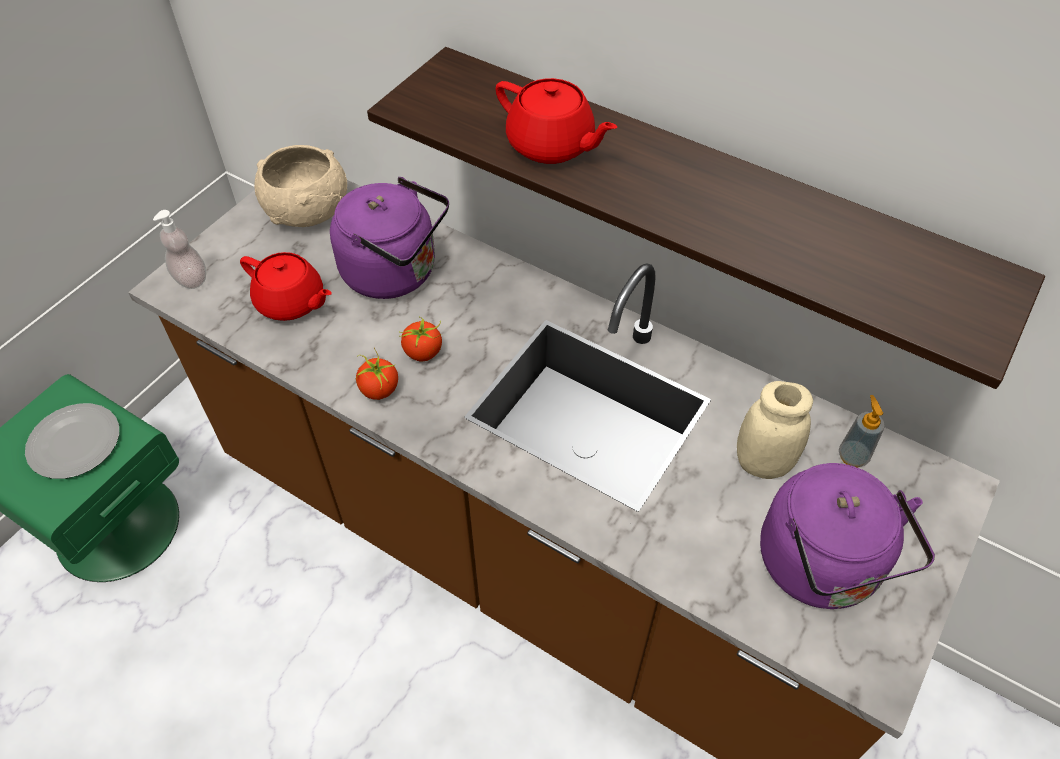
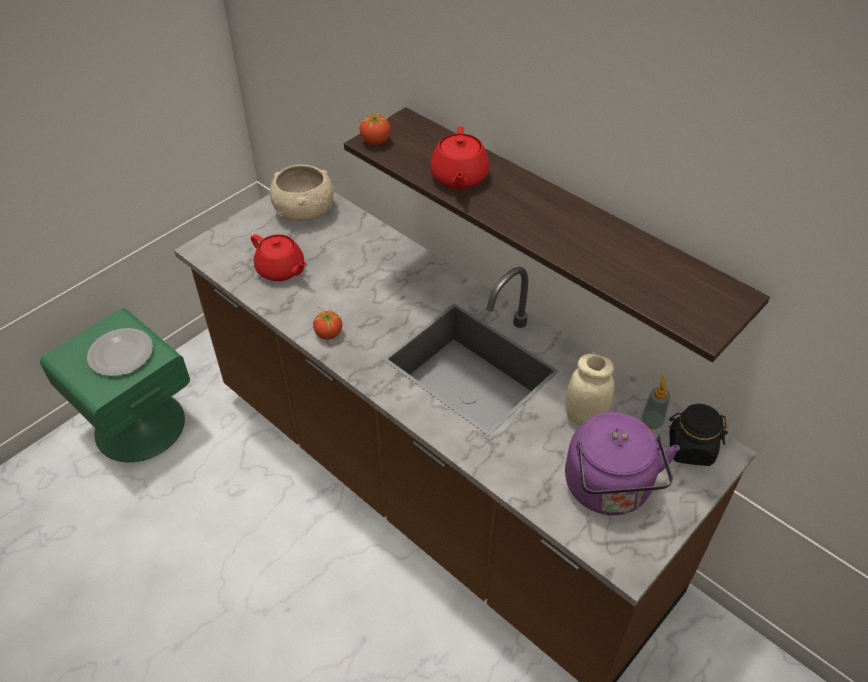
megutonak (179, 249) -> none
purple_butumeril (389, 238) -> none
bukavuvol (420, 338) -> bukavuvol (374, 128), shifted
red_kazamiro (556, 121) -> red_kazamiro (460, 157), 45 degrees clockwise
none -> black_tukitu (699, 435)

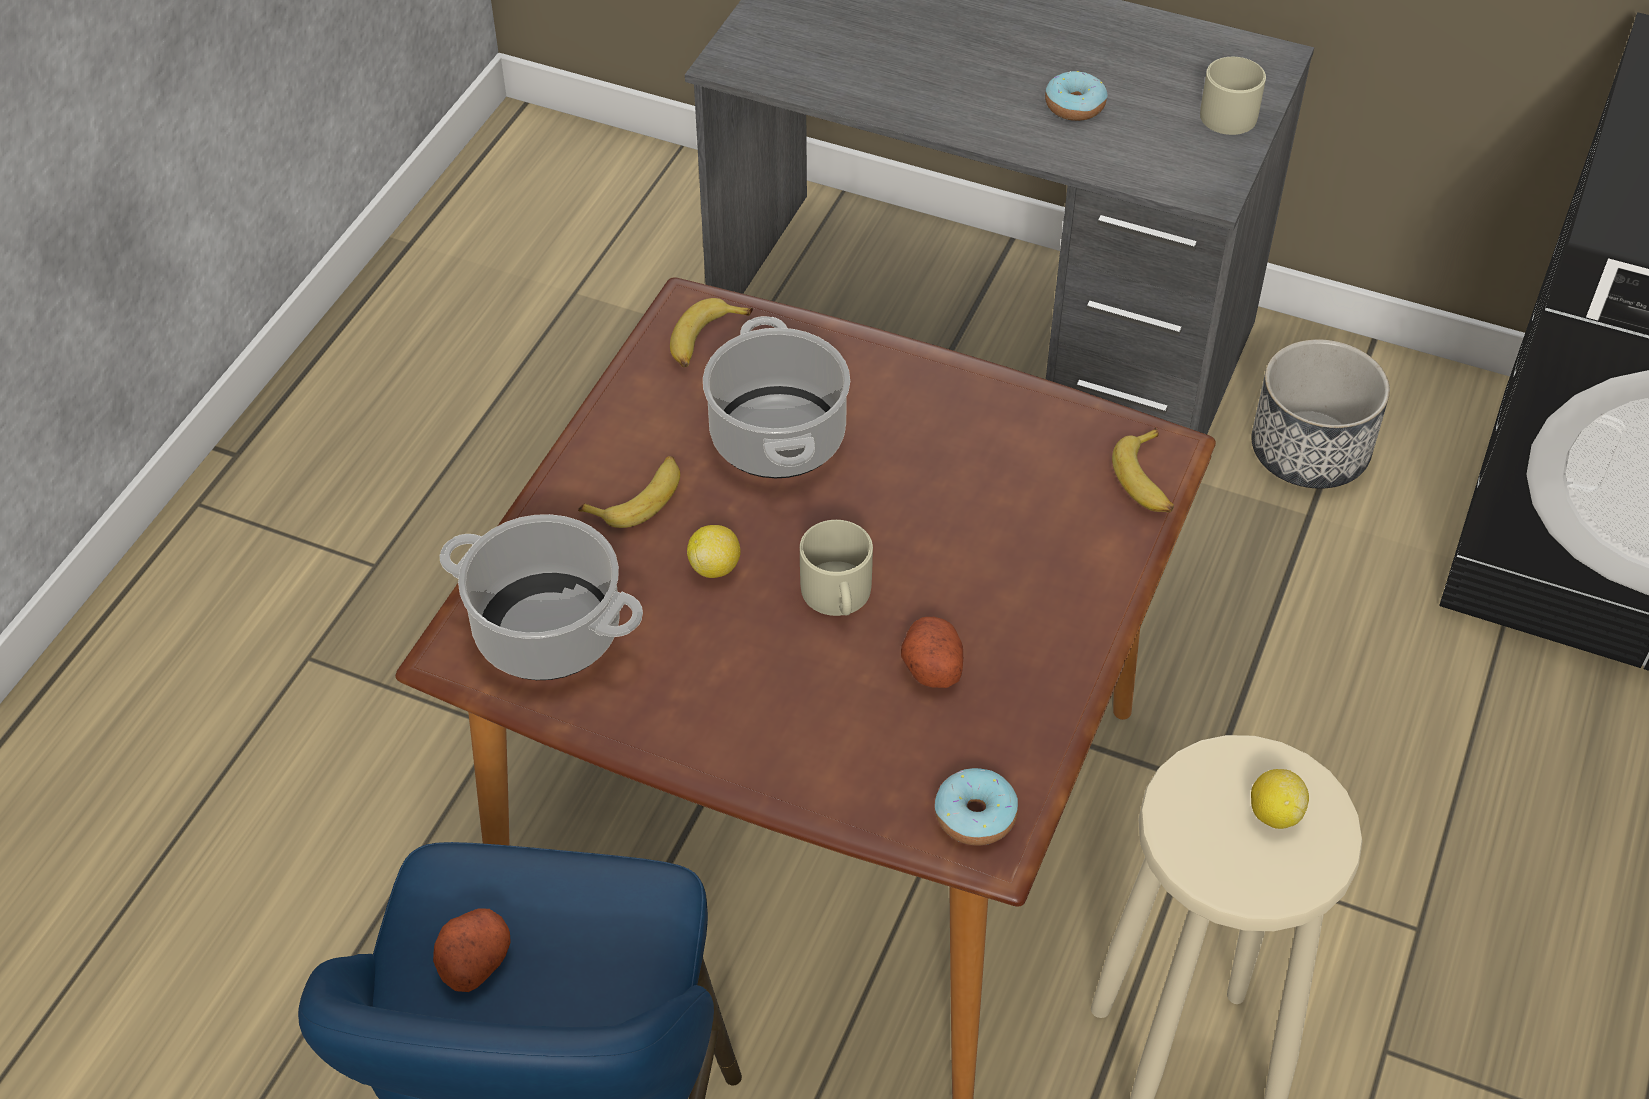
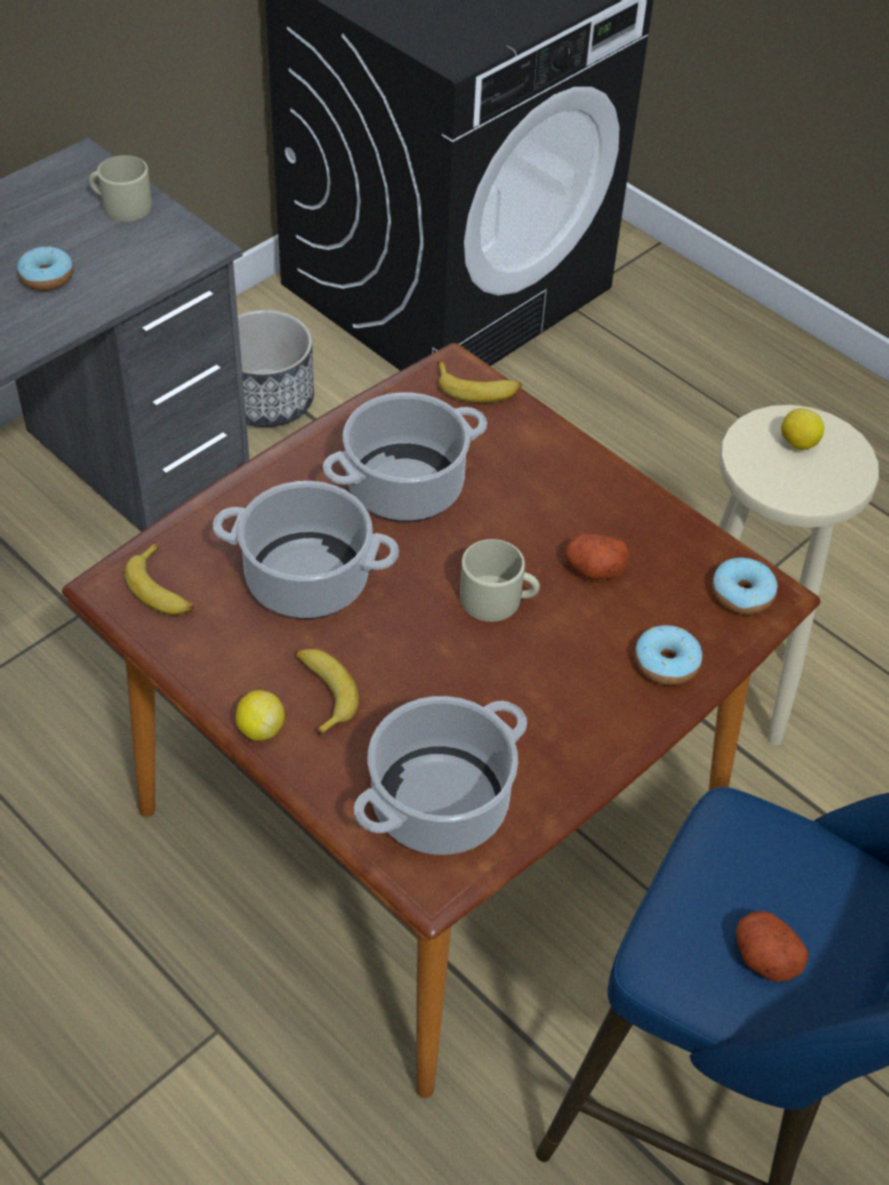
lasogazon (714, 551) -> lasogazon (260, 715), shifted
none -> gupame (405, 457)
none -> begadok (668, 655)

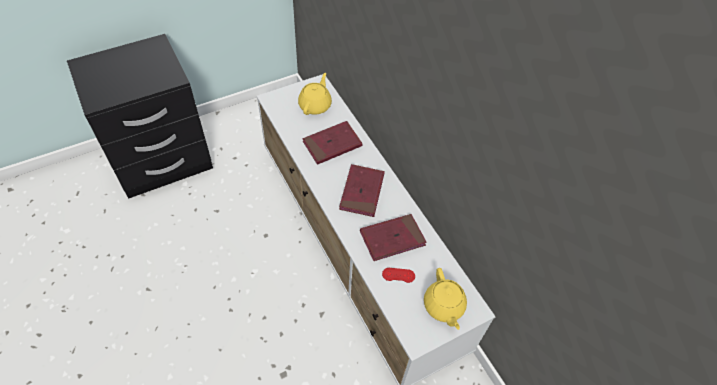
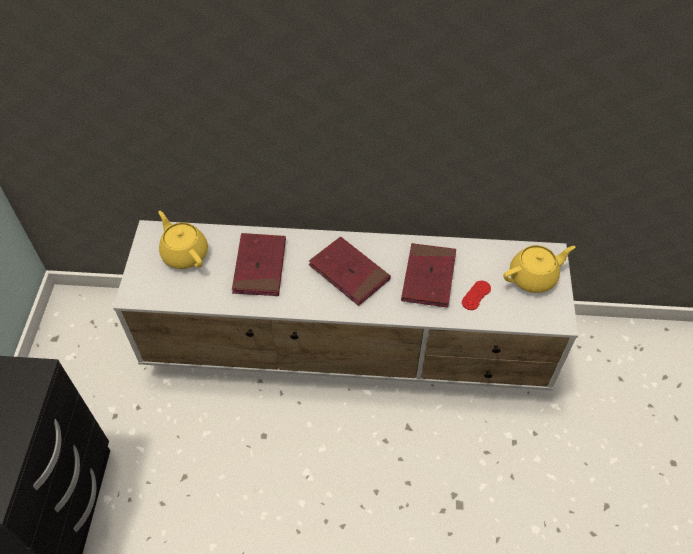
yellow_kazamiro (445, 299) -> yellow_kazamiro (539, 269), 45 degrees counterclockwise

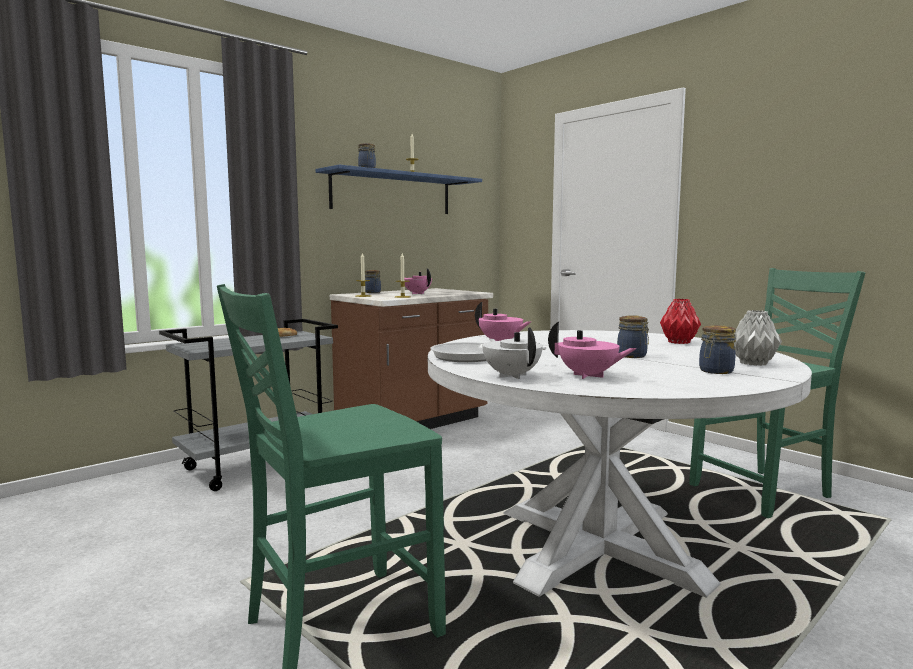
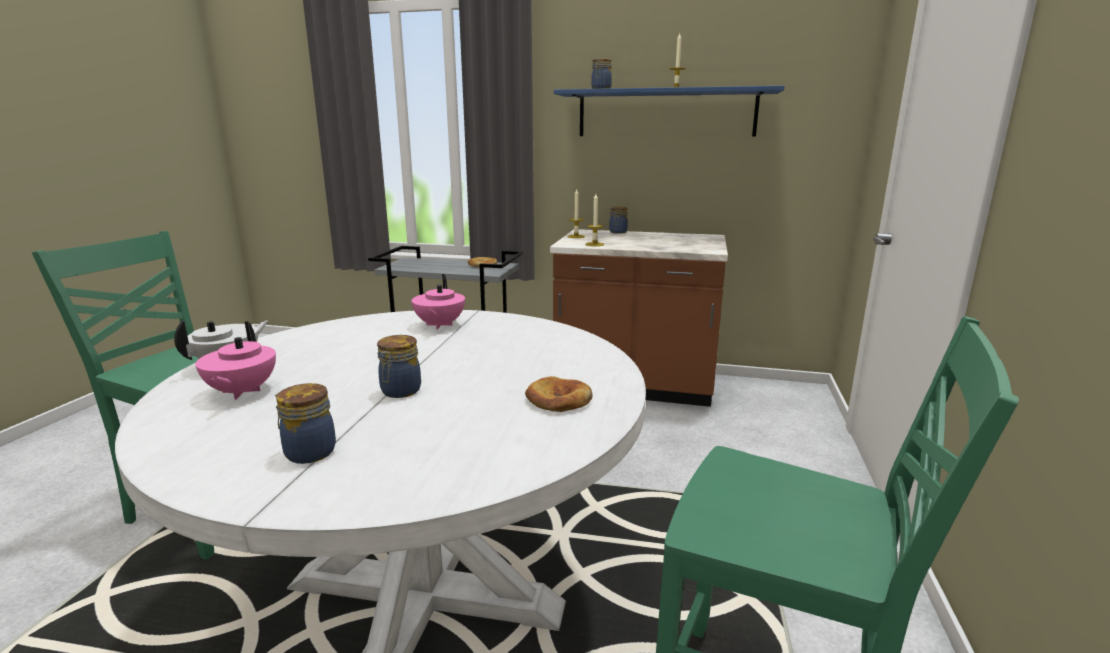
pink_kazamiro (418, 281) -> none
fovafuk (488, 352) -> none
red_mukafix (680, 321) -> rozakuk (558, 394)
grey_mukafix (758, 338) -> none

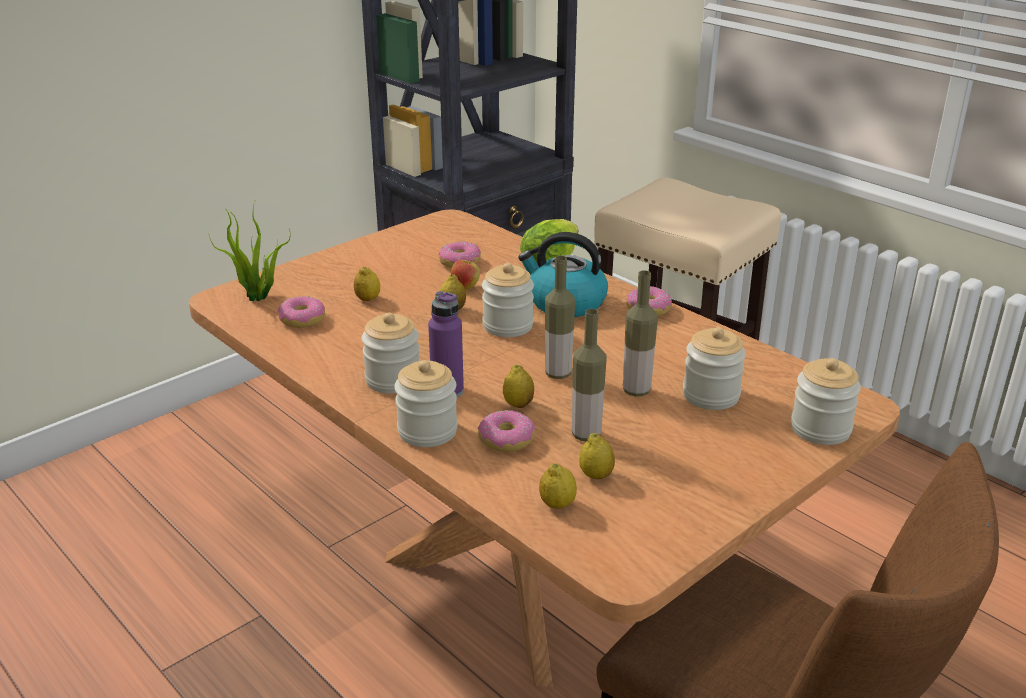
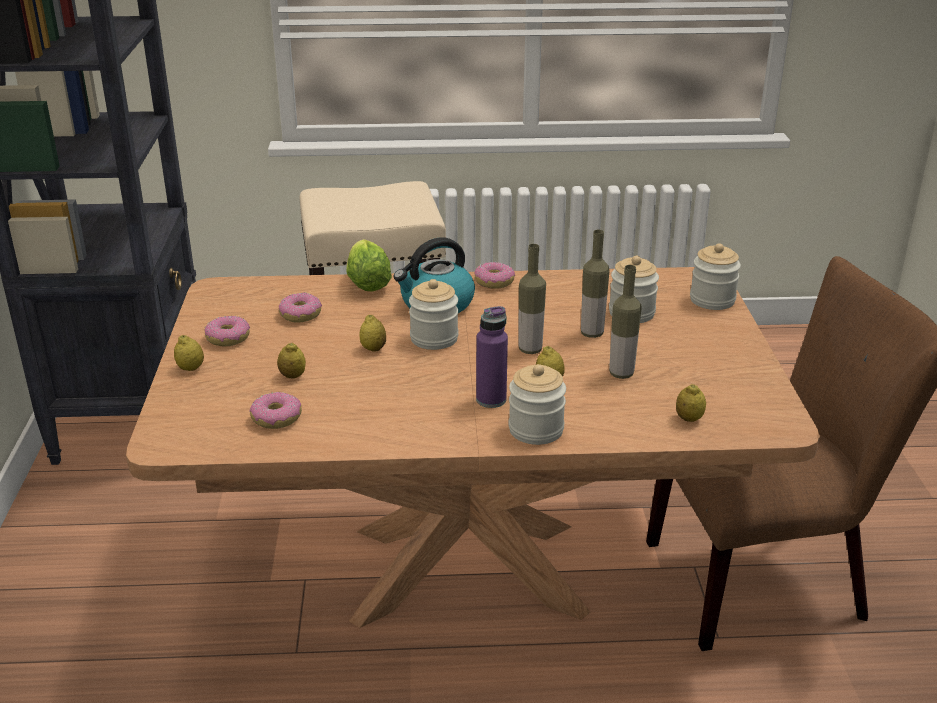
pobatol (249, 251) -> none
tukitu (390, 353) -> none
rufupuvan (465, 274) -> none
begadok (506, 431) -> begadok (227, 331), shifted
lasogazon (597, 456) -> lasogazon (189, 353), shifted

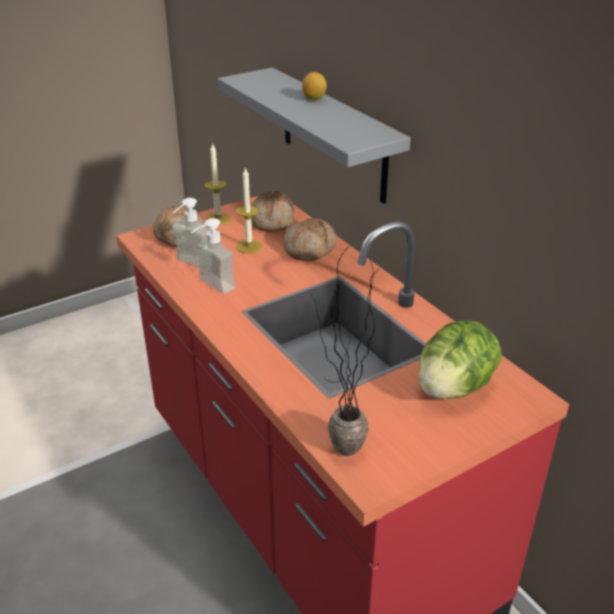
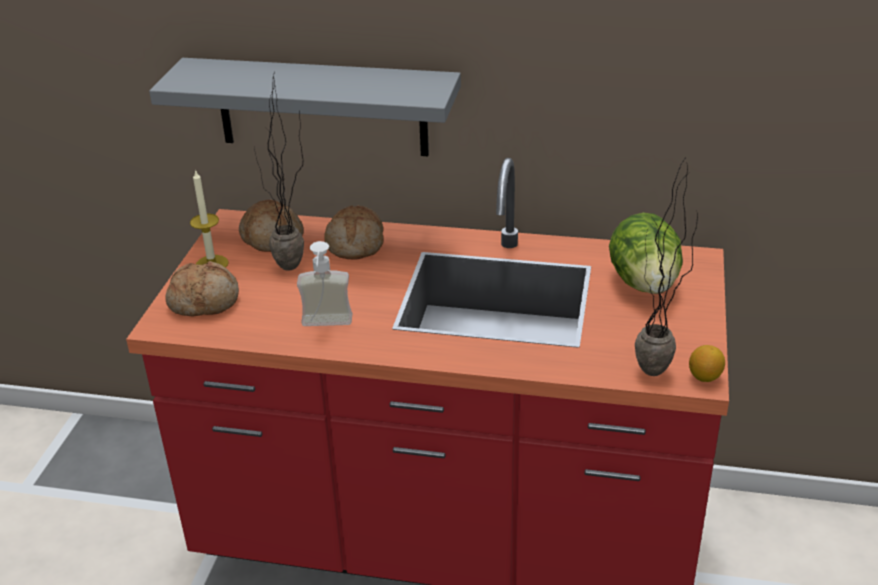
megutonak (191, 232) -> none
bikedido (249, 210) -> pobatol (279, 171)
lasogazon (314, 86) -> lasogazon (707, 363), shifted

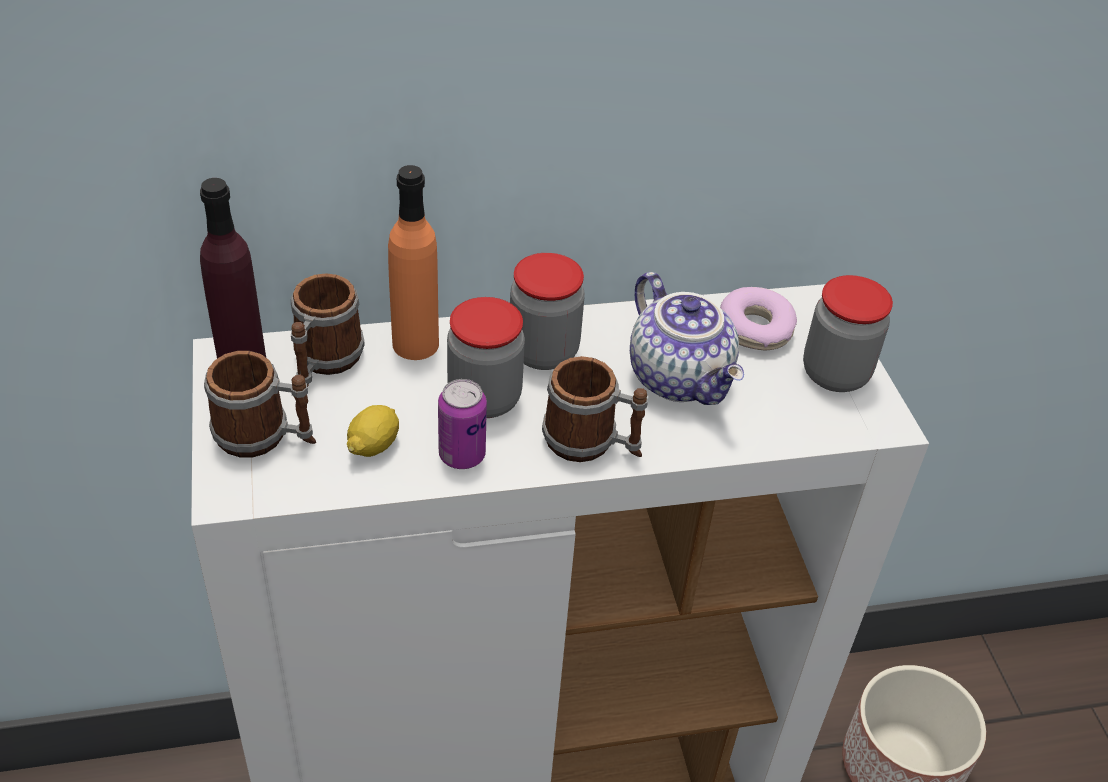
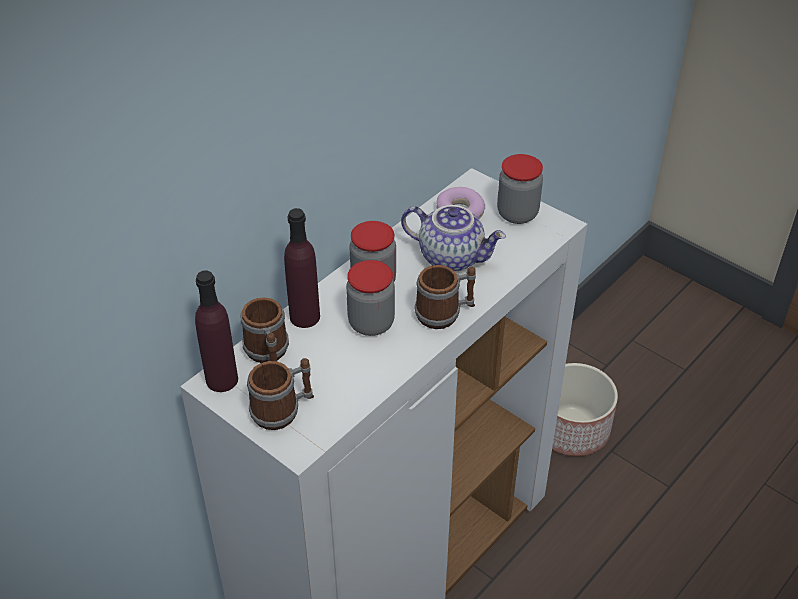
lasogazon (373, 431) -> none
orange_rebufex (413, 262) -> purple_rebufex (302, 268)
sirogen (462, 424) -> none

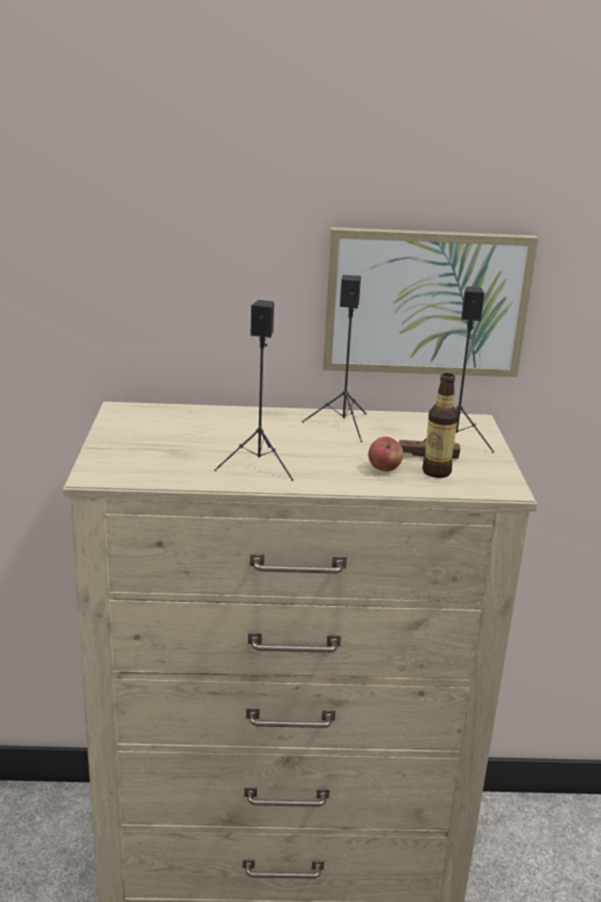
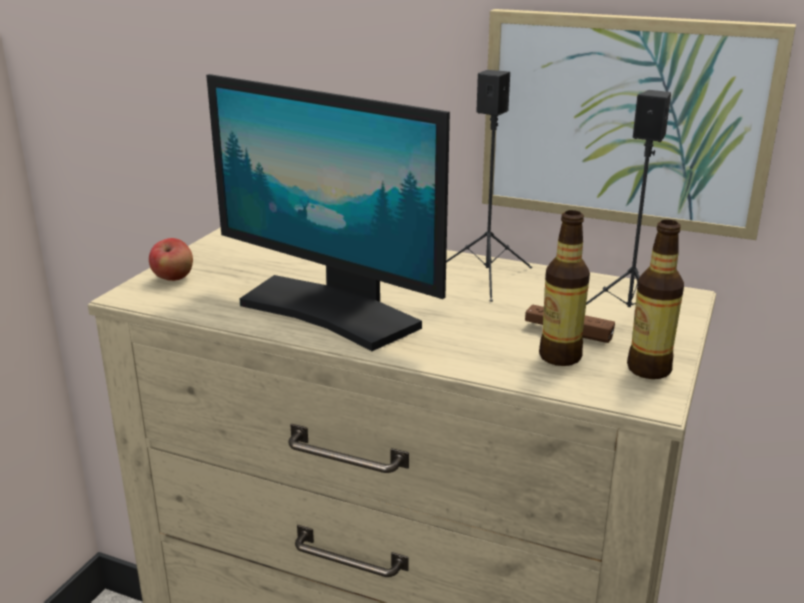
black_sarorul (254, 390) -> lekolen (328, 212)
rufupuvan (385, 454) -> rufupuvan (171, 259), shifted
none -> rebufex (655, 299)

